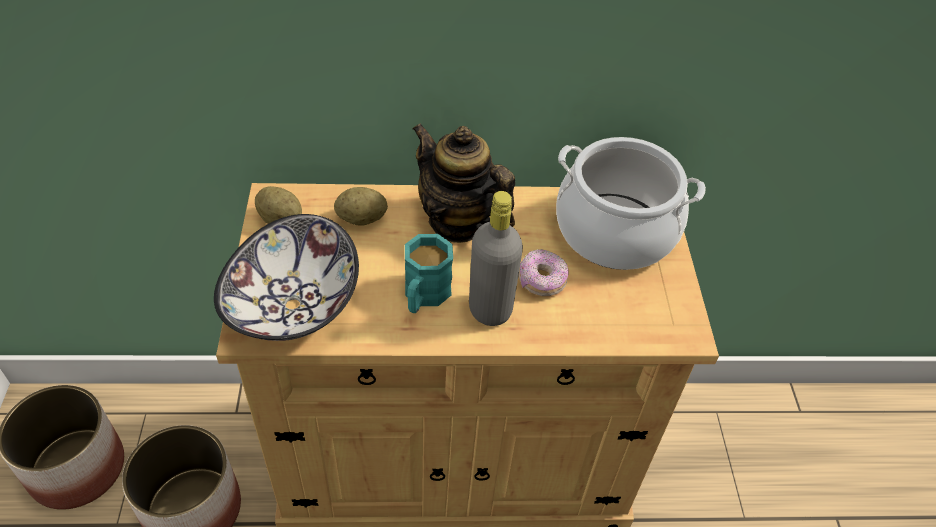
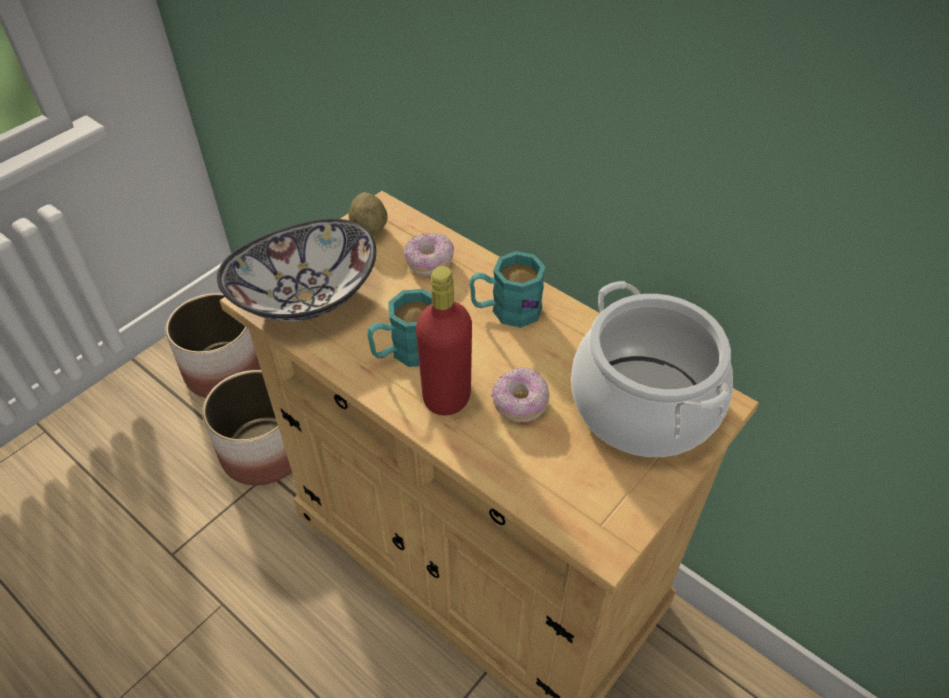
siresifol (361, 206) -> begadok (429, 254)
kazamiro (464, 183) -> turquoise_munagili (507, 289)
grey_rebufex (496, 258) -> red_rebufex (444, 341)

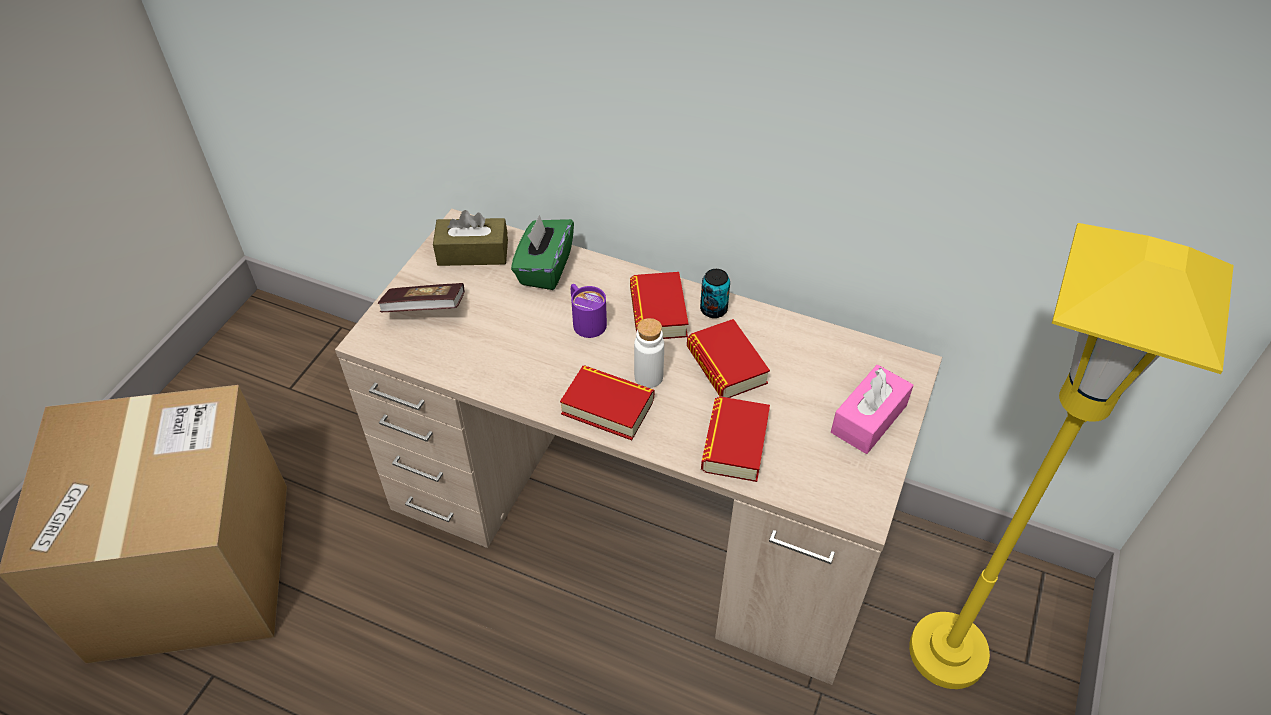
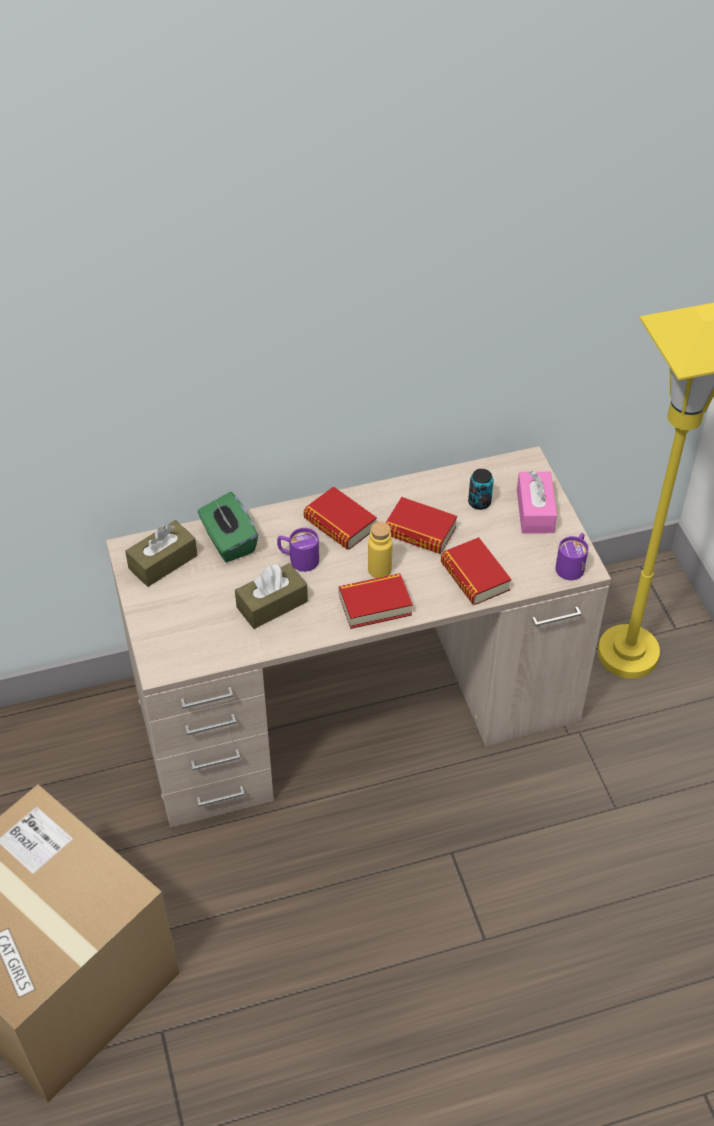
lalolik (421, 297) -> none
white_rebufex (649, 353) -> yellow_rebufex (380, 550)
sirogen (715, 293) -> sirogen (481, 489), shifted
none -> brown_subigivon (271, 596)
none -> purple_munagili (572, 556)

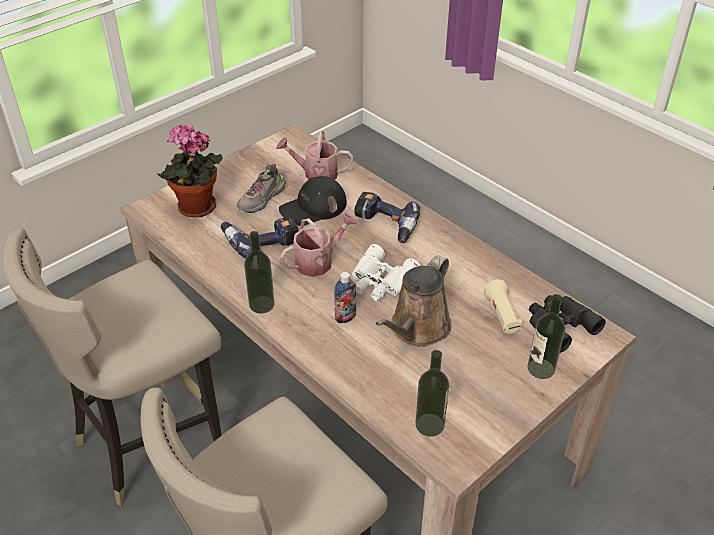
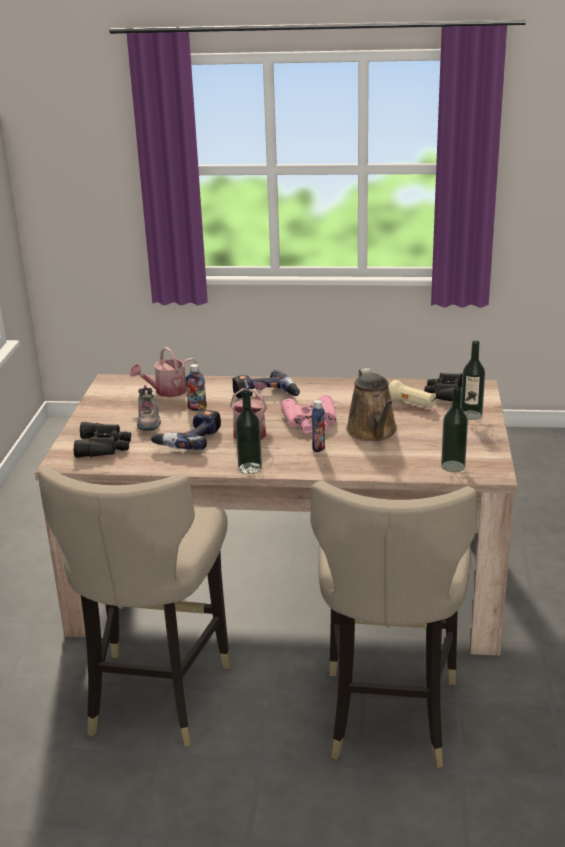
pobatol (190, 170) -> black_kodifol (102, 439)
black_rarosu (312, 201) -> rebufex (196, 387)
white_kodifol (386, 272) -> pink_kodifol (309, 414)

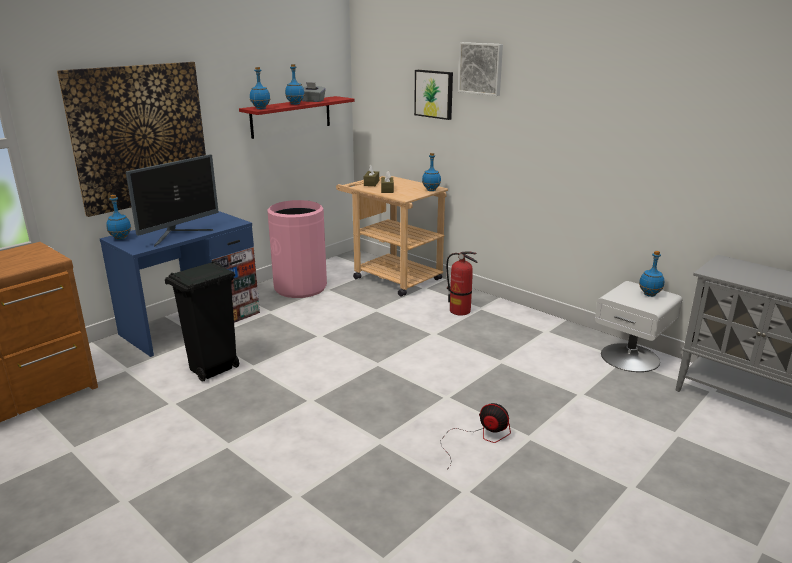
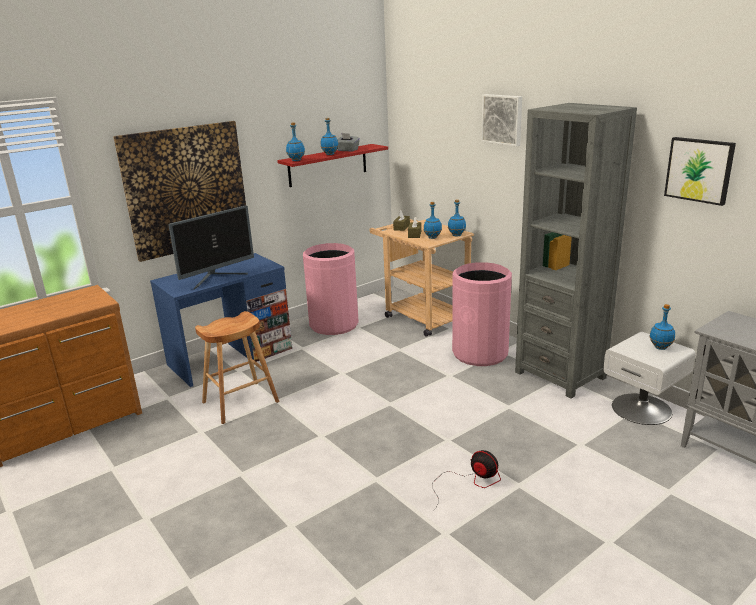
blue_rebufex (118, 217) -> blue_rebufex (433, 220), shifted
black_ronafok (202, 321) -> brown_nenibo (237, 367)
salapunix (433, 95) -> salapunix (700, 171), shifted
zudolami (461, 283) -> pink_ronafok (482, 314)
none -> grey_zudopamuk (576, 251)

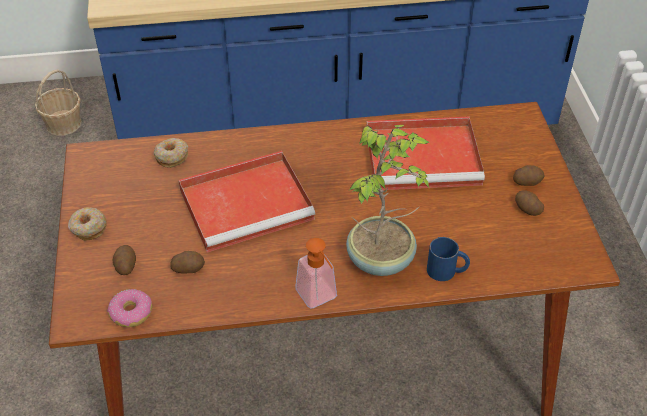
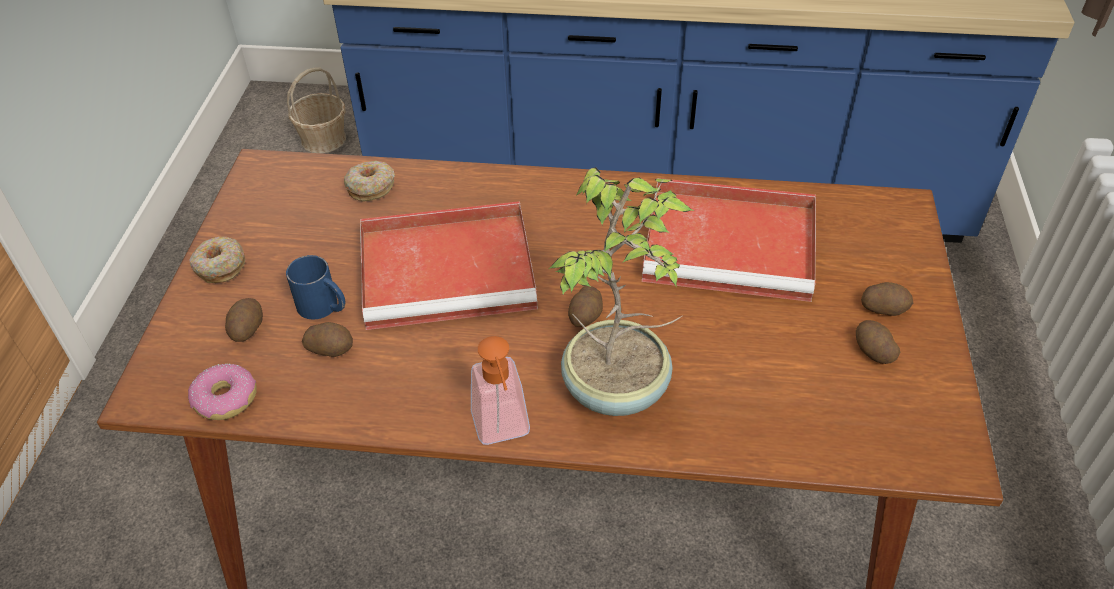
blue_munagili (448, 259) -> blue_munagili (315, 287), shifted
none -> siresifol (585, 306)

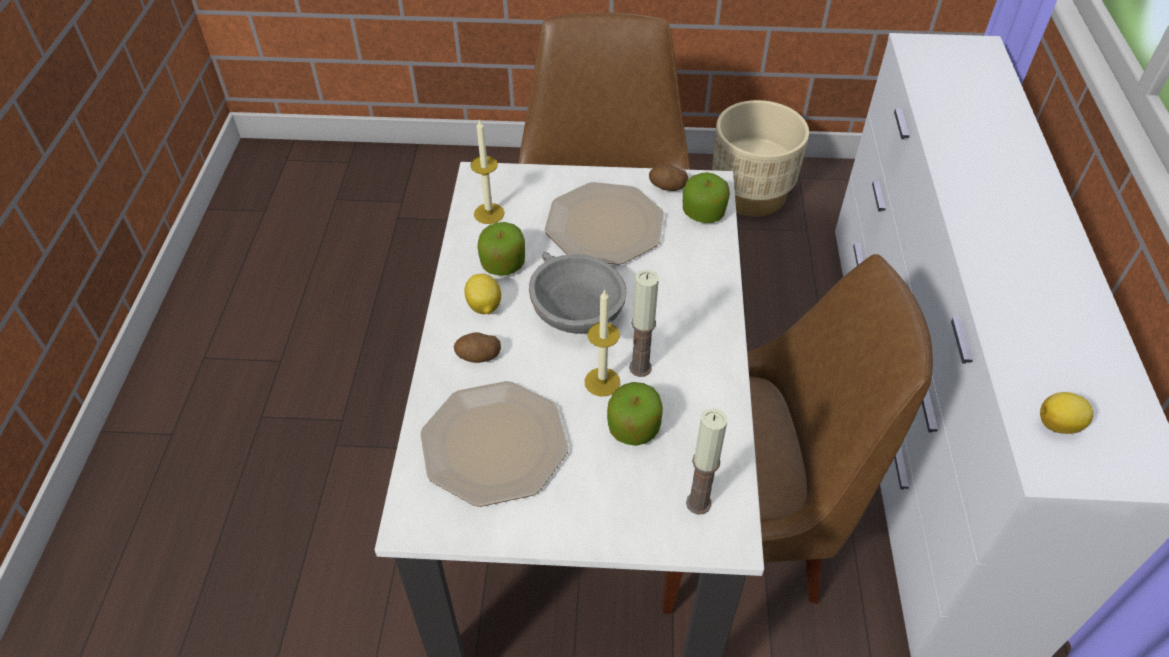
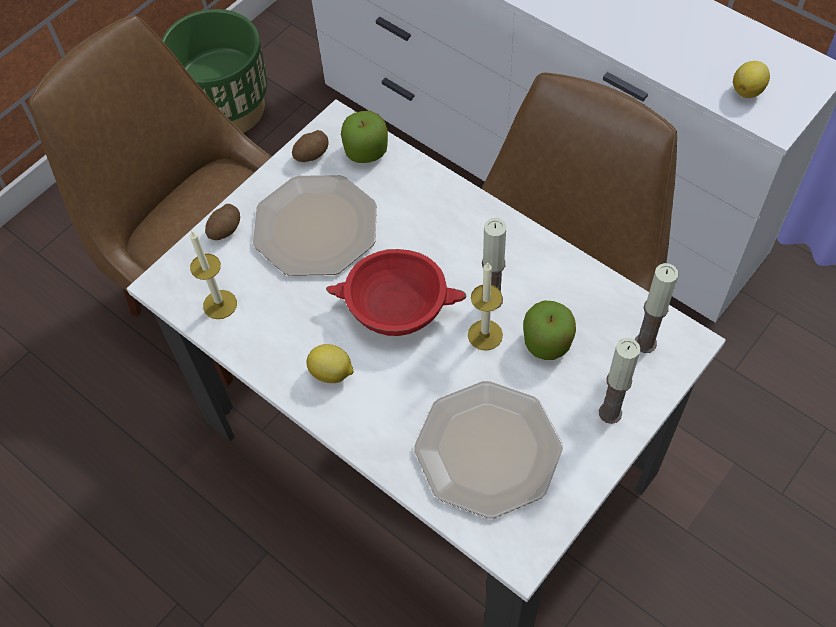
siresifol (477, 347) -> siresifol (222, 222), shifted
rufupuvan (501, 249) -> none
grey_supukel (578, 293) -> red_supukel (396, 292)
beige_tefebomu (760, 158) -> green_tefebomu (214, 71)
none -> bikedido (620, 381)

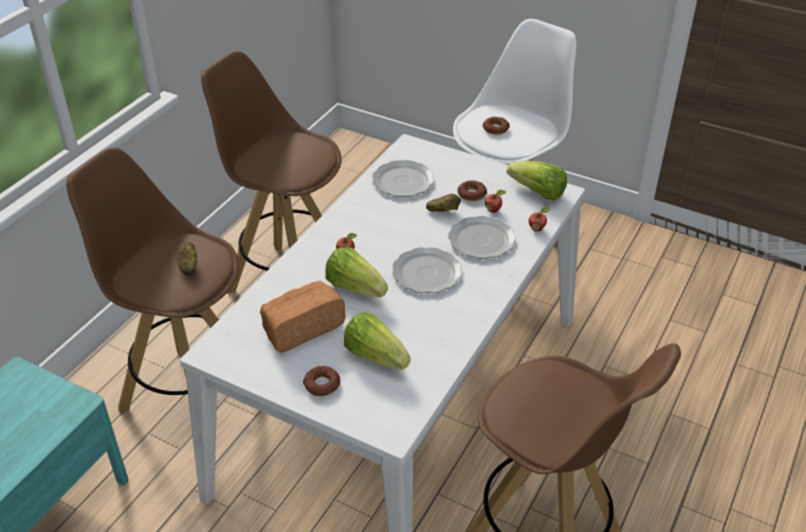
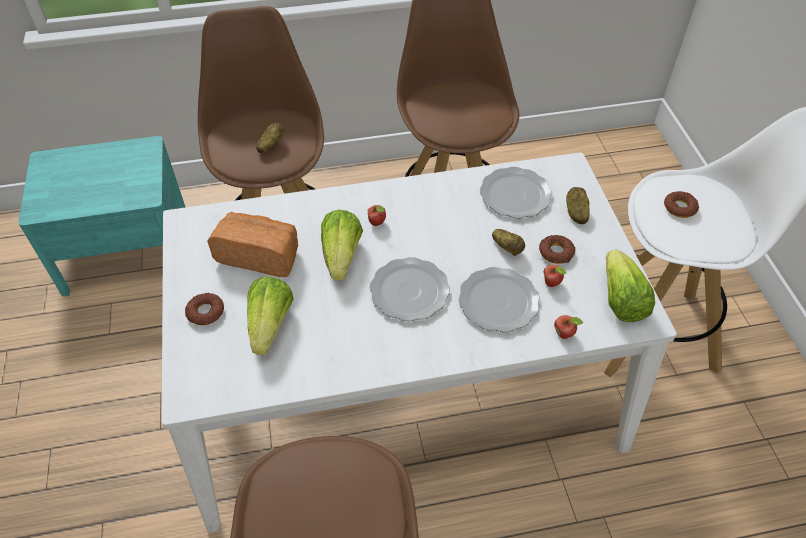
none -> siresifol (577, 205)

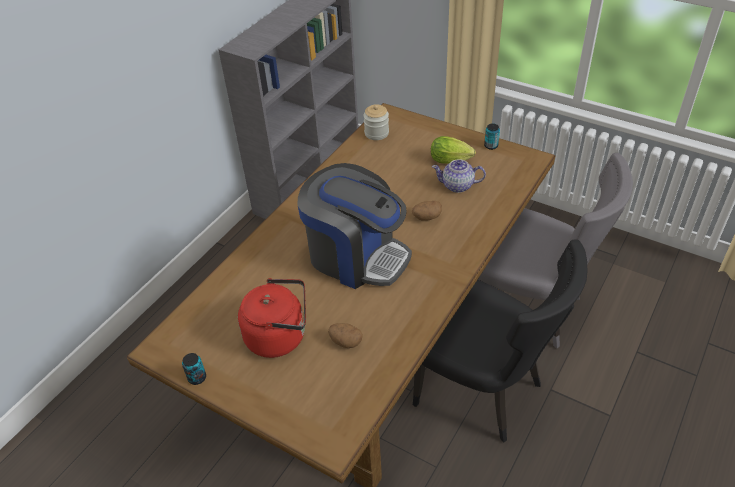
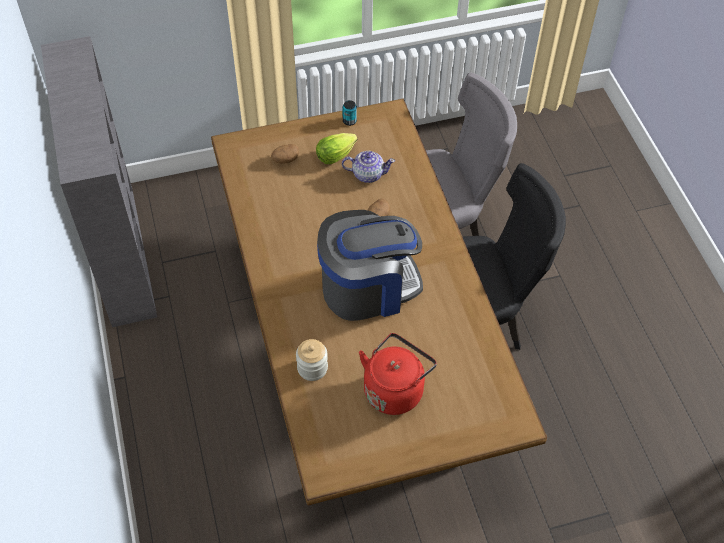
sirogen (194, 369) -> none
siresifol (345, 335) -> siresifol (285, 154), shifted
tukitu (376, 122) -> tukitu (312, 360), shifted
kazamiro (459, 176) -> kazamiro (368, 167), 135 degrees counterclockwise

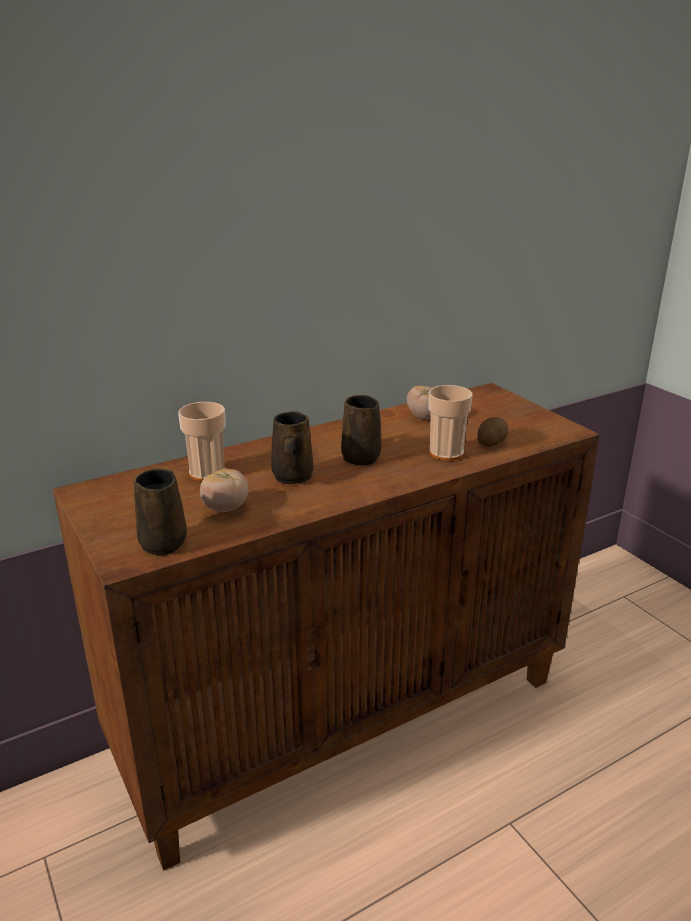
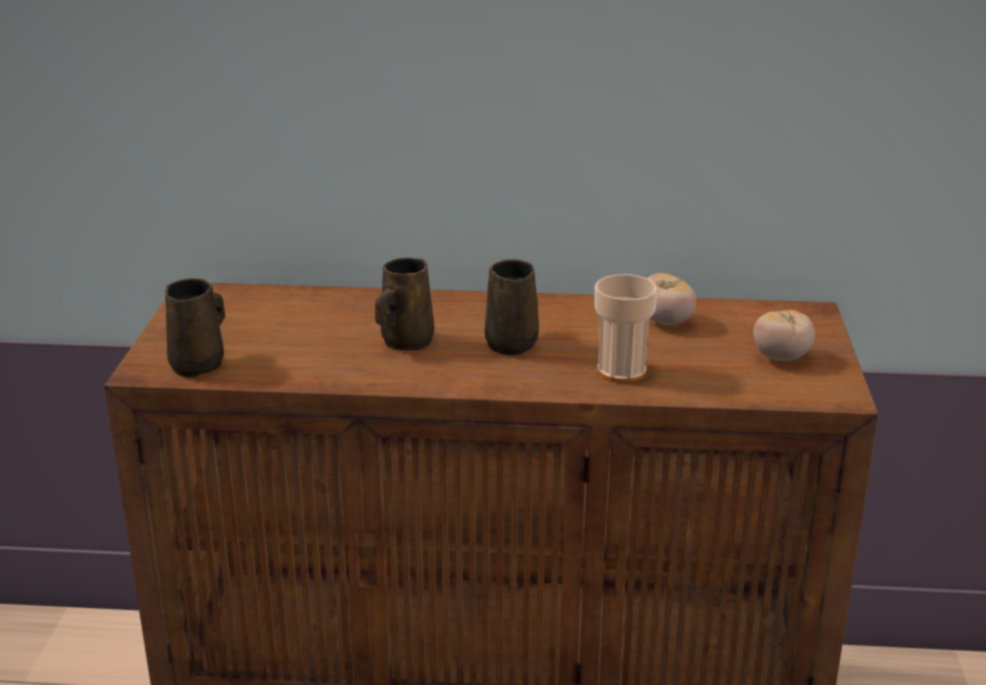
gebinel (202, 441) -> none
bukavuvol (224, 490) -> bukavuvol (784, 335), shifted
siresifol (492, 432) -> none

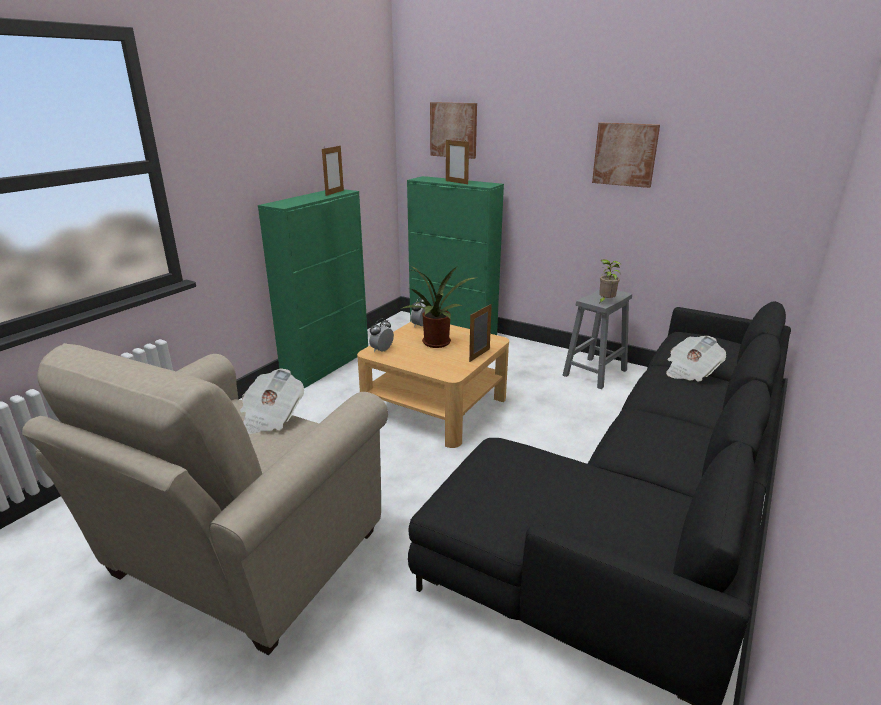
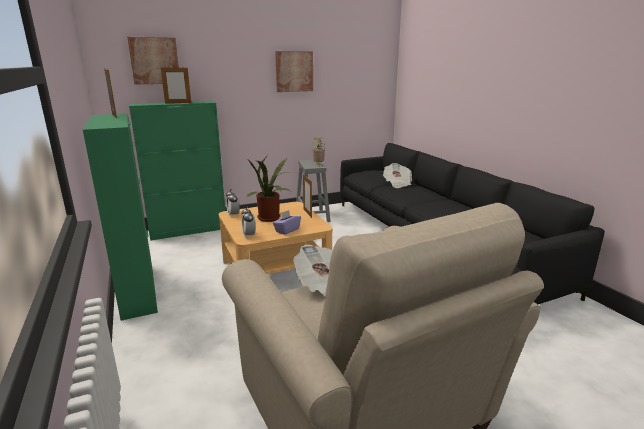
none -> purple_subigivon (287, 222)

